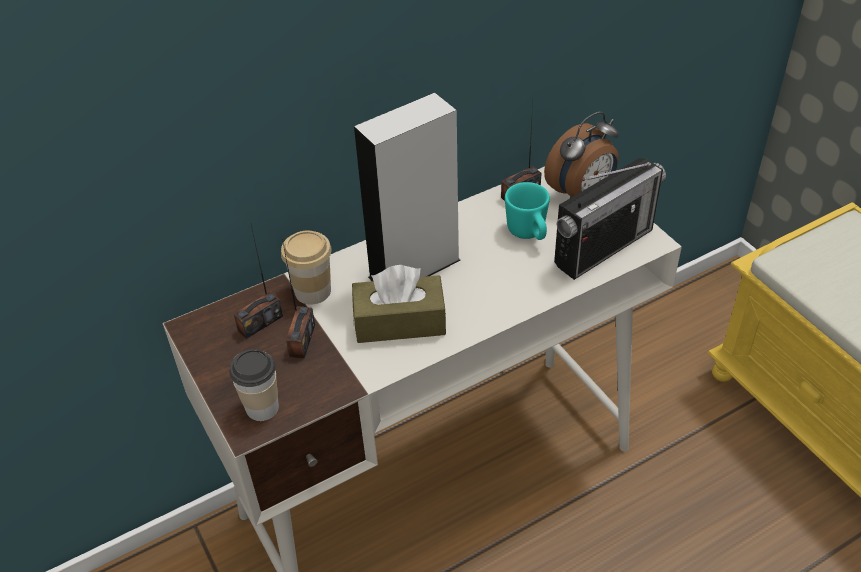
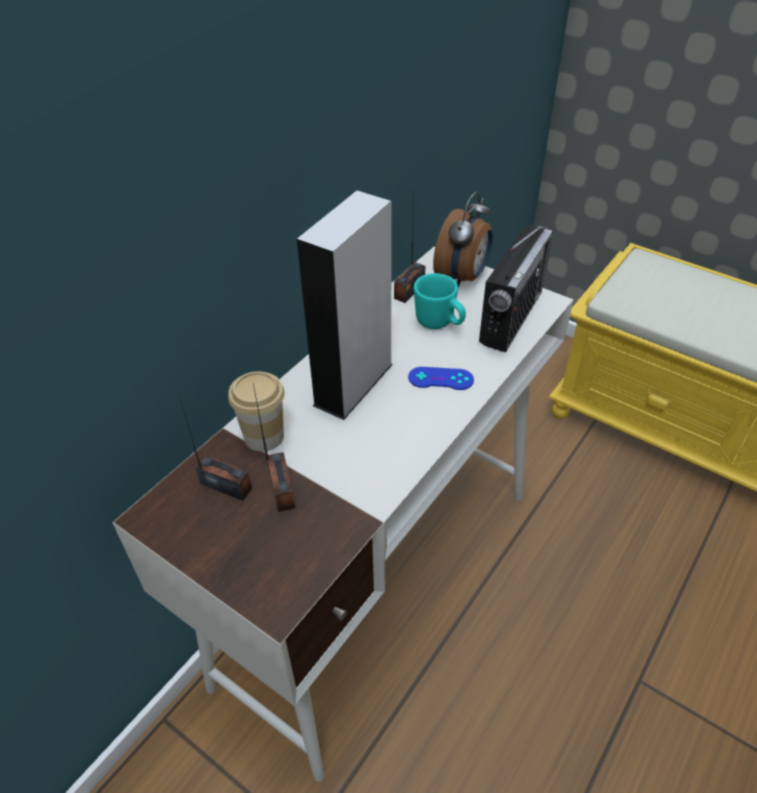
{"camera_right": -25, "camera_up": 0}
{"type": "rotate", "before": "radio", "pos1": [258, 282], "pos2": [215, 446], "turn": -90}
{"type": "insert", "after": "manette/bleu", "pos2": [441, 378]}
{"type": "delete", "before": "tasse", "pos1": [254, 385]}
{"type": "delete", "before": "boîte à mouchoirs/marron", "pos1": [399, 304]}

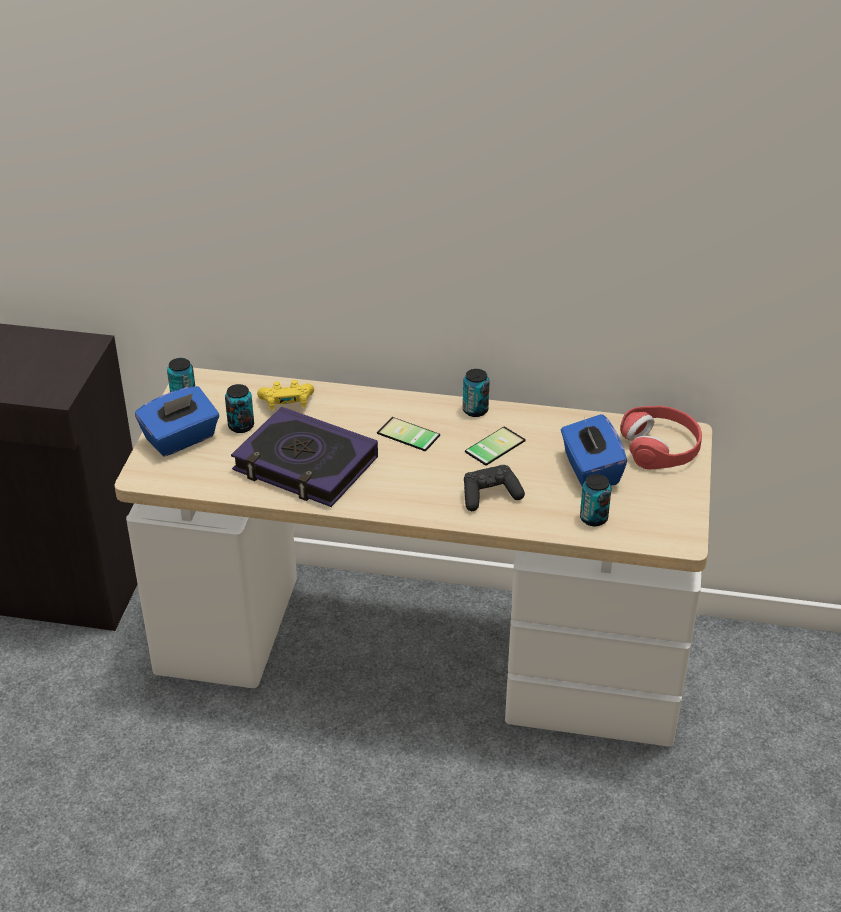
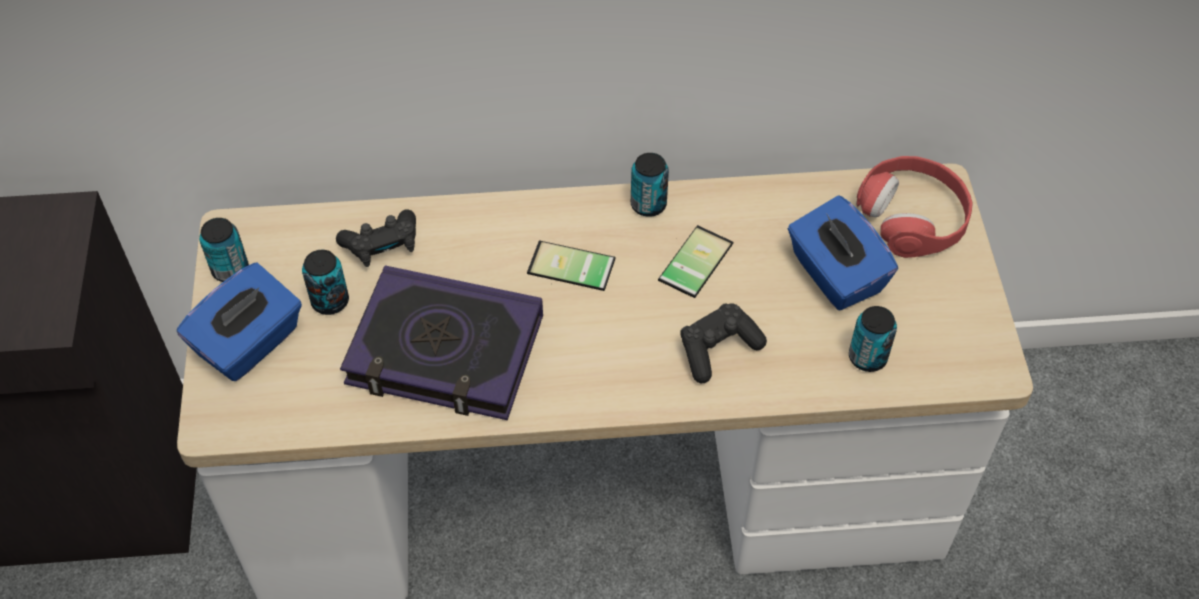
{"camera_right": -15, "camera_up": 15}
{"type": "recolor", "before": "manette/jaune", "after": "manette/noir", "pos1": [285, 395], "pos2": [376, 238]}

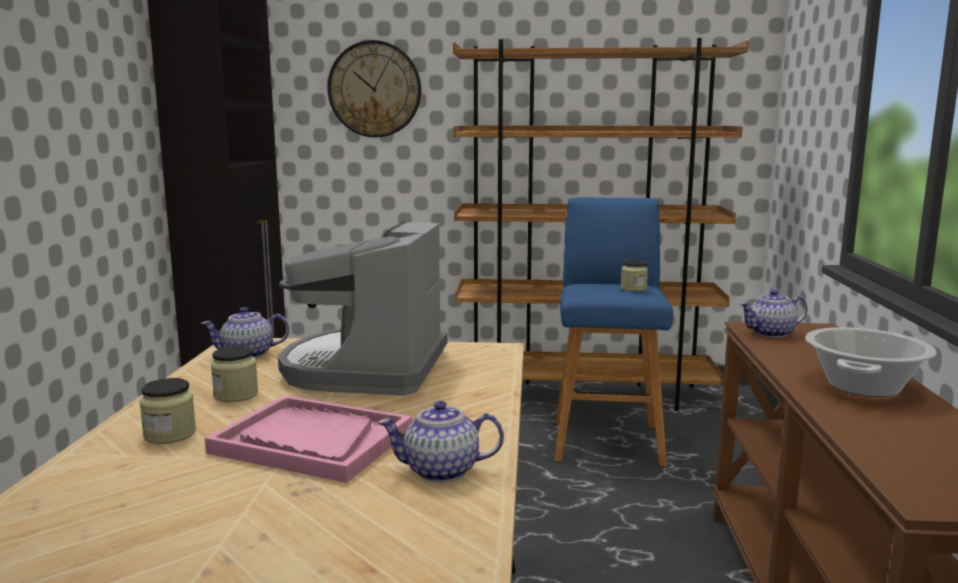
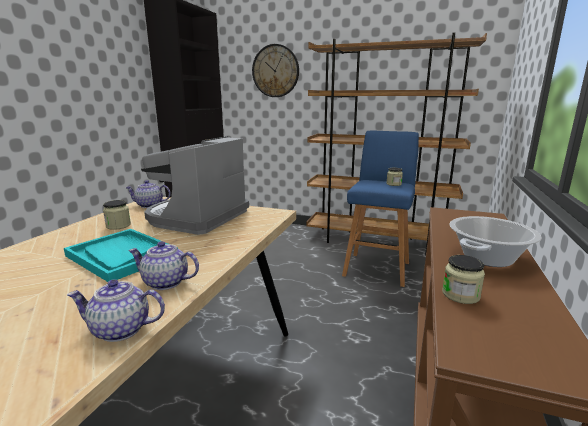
{"camera_right": 15, "camera_up": 5}
{"type": "recolor", "before": "plateau/rose", "after": "plateau/turquoise", "pos1": [308, 439], "pos2": [121, 255]}
{"type": "move", "before": "théière", "pos1": [773, 314], "pos2": [116, 310]}
{"type": "move", "before": "bocal", "pos1": [167, 411], "pos2": [463, 279]}

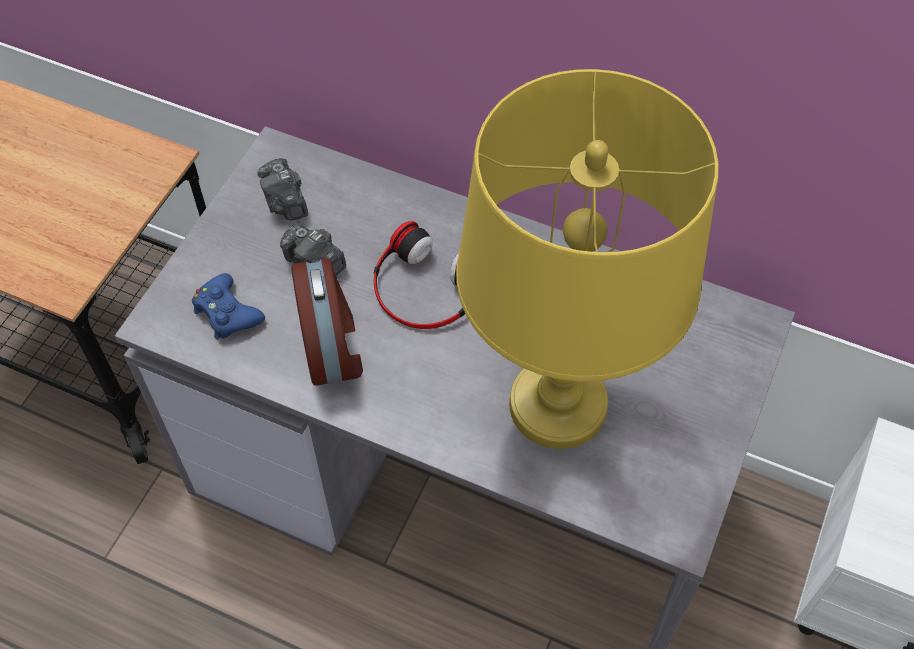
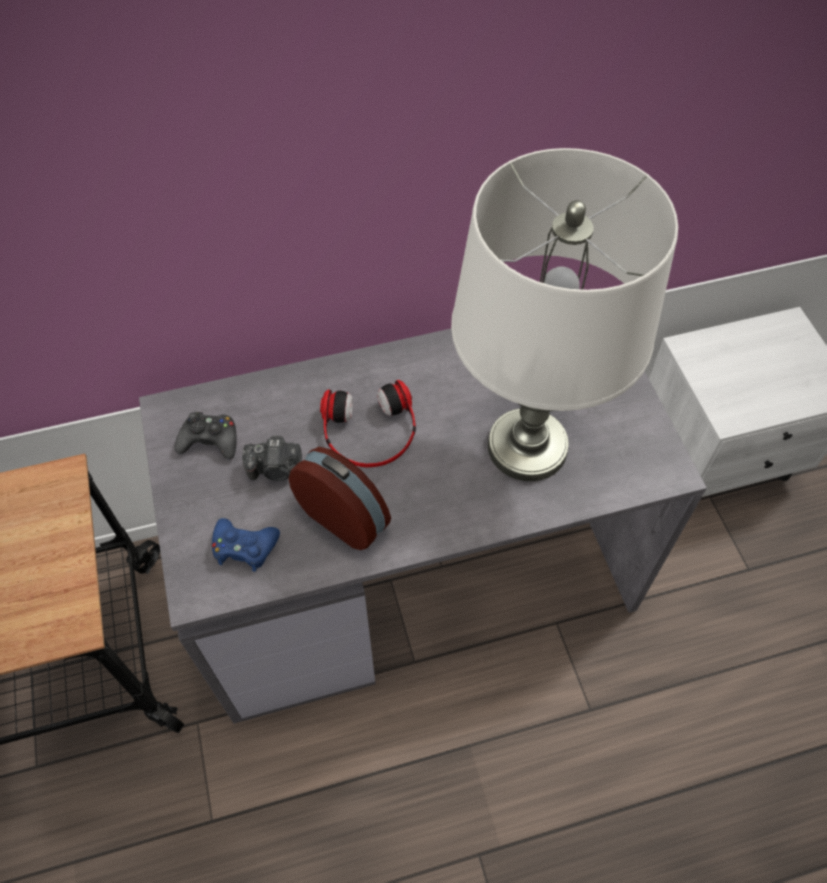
{"camera_right": -40, "camera_up": 0}
{"type": "replace", "before": "appareil photo", "after": "manette/noir", "pos1": [282, 189], "pos2": [206, 436]}
{"type": "recolor", "before": "lampe de table/jaune", "after": "lampe de table/blanc", "pos1": [587, 259], "pos2": [564, 314]}

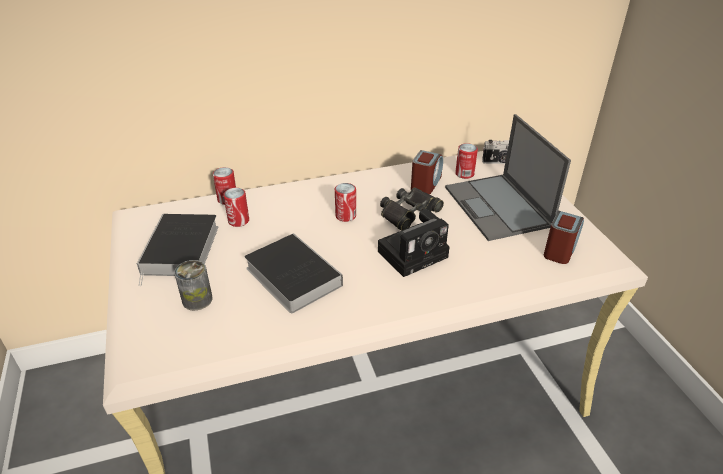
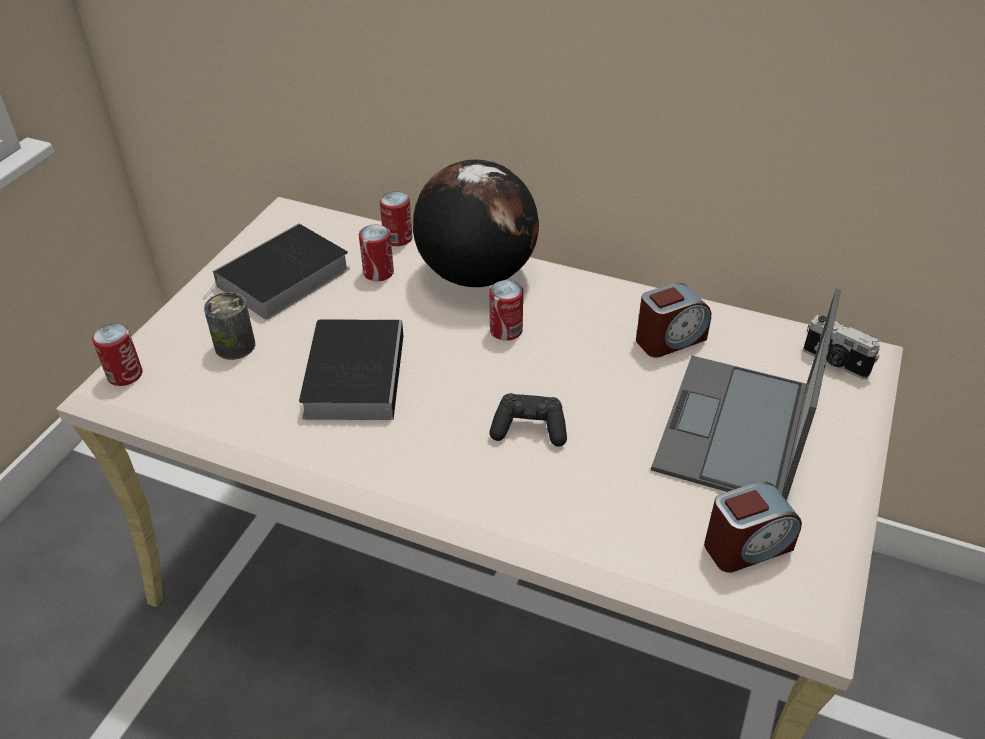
{"camera_right": 40, "camera_up": 5}
{"type": "move", "before": "boîte métallique", "pos1": [466, 161], "pos2": [117, 354]}
{"type": "insert", "after": "globe", "pos2": [476, 223]}
{"type": "replace", "before": "appareil photo", "after": "manette/noir", "pos1": [414, 243], "pos2": [528, 420]}
{"type": "delete", "before": "jumelles/noir", "pos1": [412, 209]}

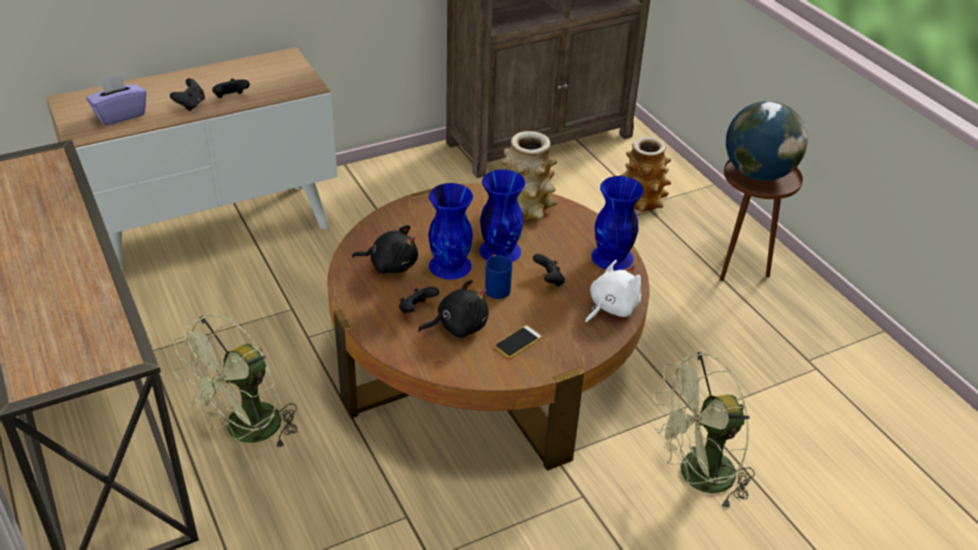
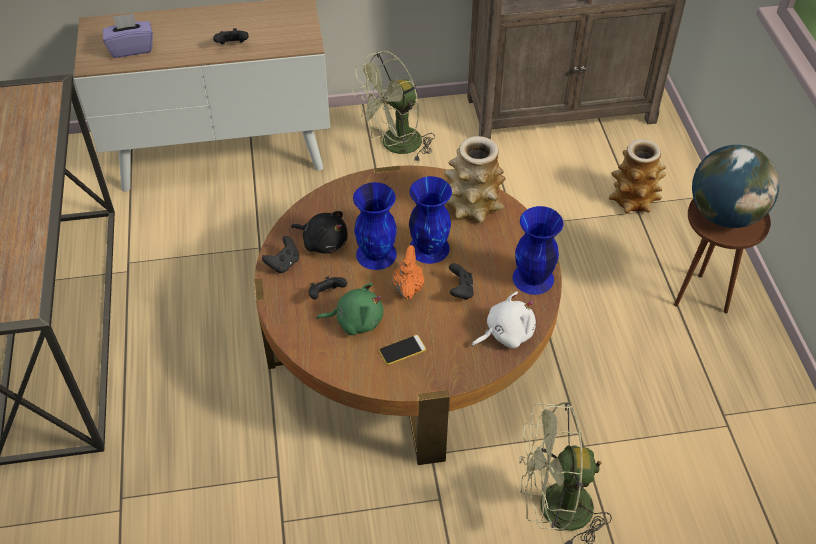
{"camera_right": 20, "camera_up": 10}
{"type": "move", "before": "manette/noir", "pos1": [187, 94], "pos2": [280, 254]}
{"type": "recolor", "before": "peluche/noir", "after": "peluche/vert", "pos1": [453, 308], "pos2": [350, 309]}
{"type": "move", "before": "ventilateur/vert", "pos1": [235, 381], "pos2": [393, 106]}
{"type": "replace", "before": "mug/bleu", "after": "théière/orange", "pos1": [498, 276], "pos2": [408, 272]}

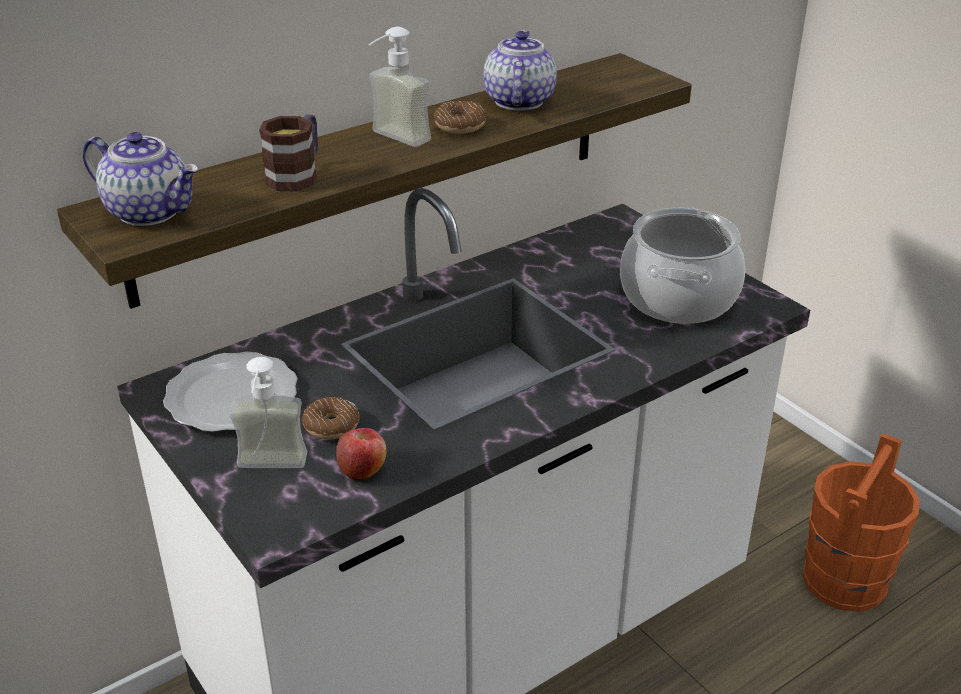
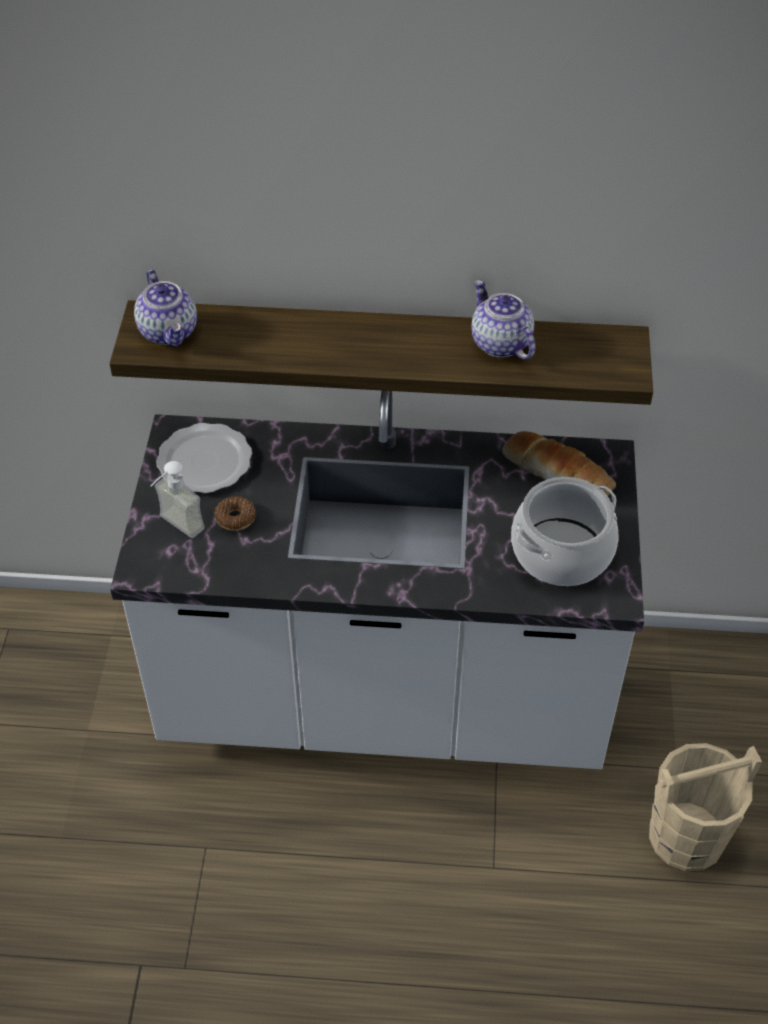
{"camera_right": 40, "camera_up": 15}
{"type": "rotate", "before": "théière", "pos1": [520, 70], "pos2": [503, 320], "turn": -75}
{"type": "insert", "after": "pain", "pos2": [559, 463]}
{"type": "recolor", "before": "seau/orange", "after": "seau/beige", "pos1": [861, 522], "pos2": [705, 807]}
{"type": "delete", "before": "mug", "pos1": [288, 153]}
{"type": "delete", "before": "pomme", "pos1": [361, 454]}
{"type": "delete", "before": "distributeur de savon", "pos1": [399, 87]}
{"type": "delete", "before": "beignet", "pos1": [460, 117]}

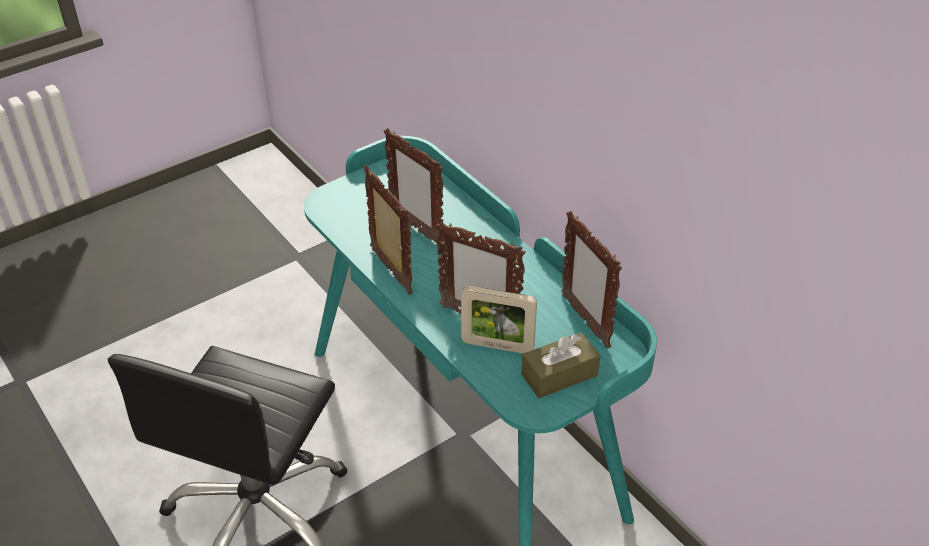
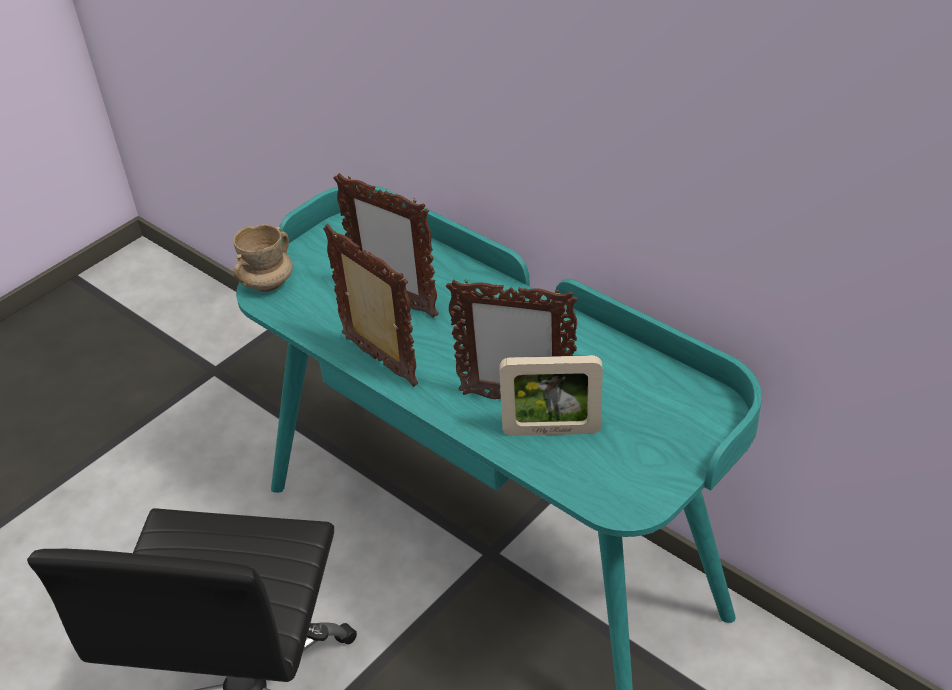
{"camera_right": -10, "camera_up": 0}
{"type": "insert", "after": "mug/beige", "pos2": [263, 258]}
{"type": "delete", "before": "boîte à mouchoirs/marron", "pos1": [560, 365]}
{"type": "delete", "before": "cadre photo", "pos1": [591, 279]}

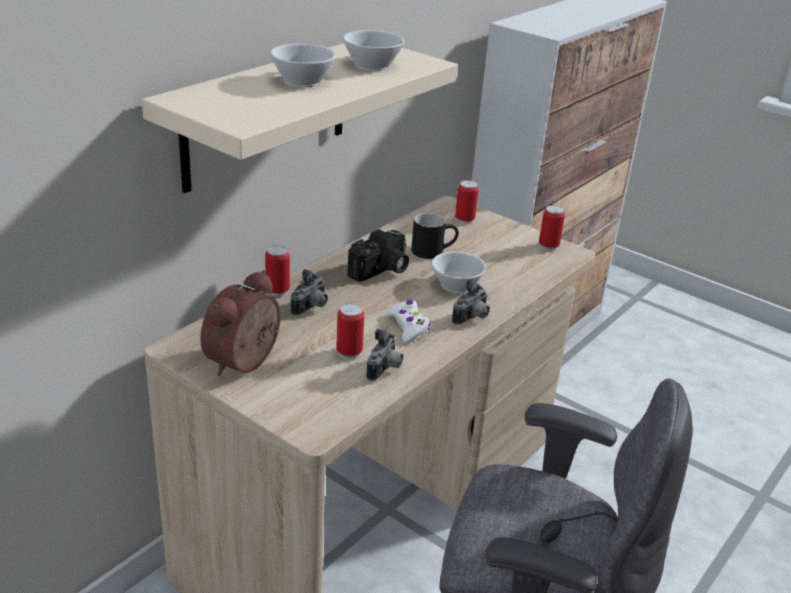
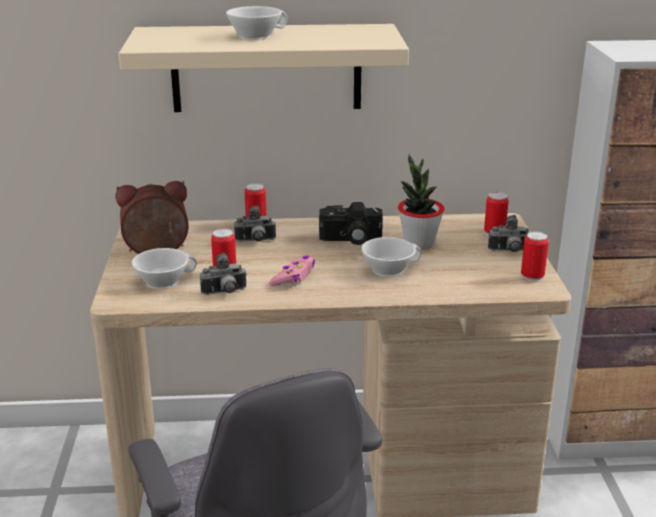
{"camera_right": 50, "camera_up": -5}
{"type": "move", "before": "tasse/blanc", "pos1": [373, 50], "pos2": [164, 268]}
{"type": "recolor", "before": "manette/blanc", "after": "manette/rose", "pos1": [408, 321], "pos2": [292, 271]}
{"type": "replace", "before": "mug/noir", "after": "plante en pot", "pos1": [435, 236], "pos2": [421, 201]}
{"type": "move", "before": "appareil photo", "pos1": [471, 302], "pos2": [508, 233]}

